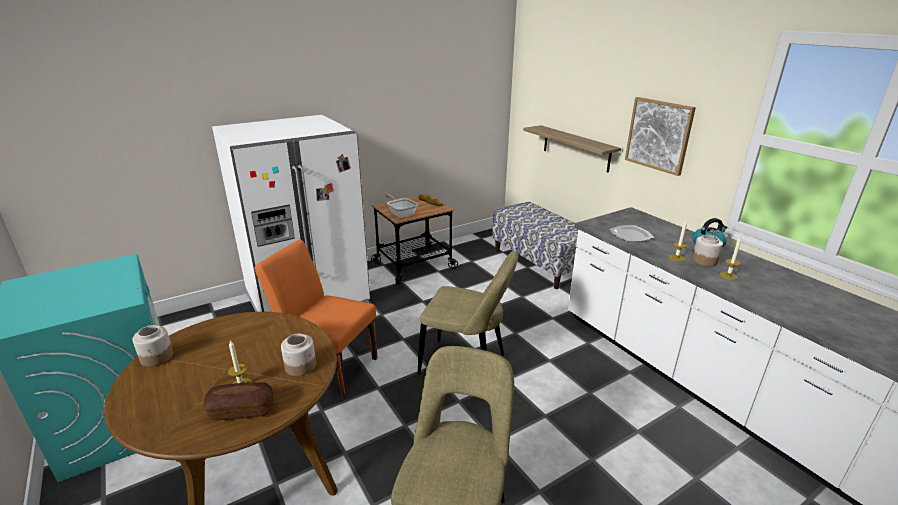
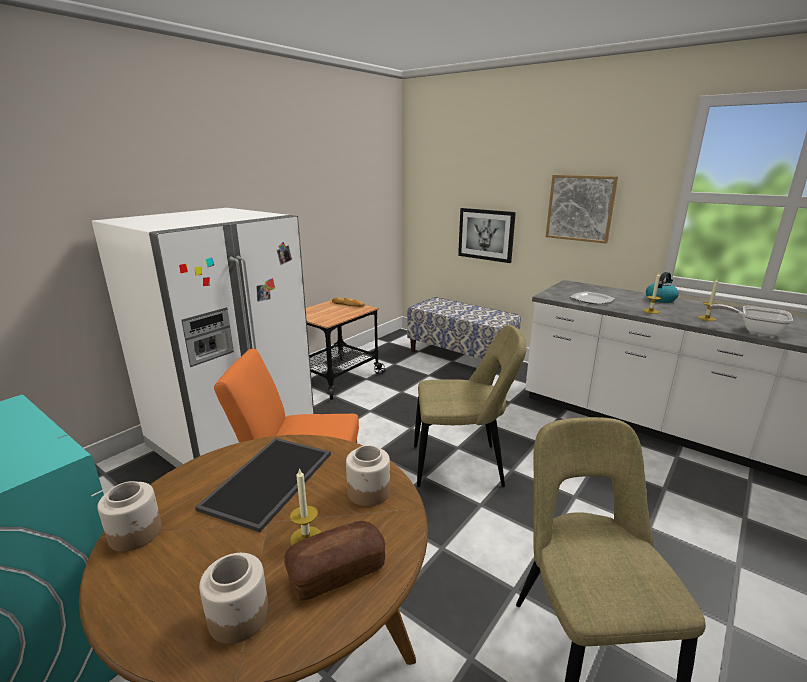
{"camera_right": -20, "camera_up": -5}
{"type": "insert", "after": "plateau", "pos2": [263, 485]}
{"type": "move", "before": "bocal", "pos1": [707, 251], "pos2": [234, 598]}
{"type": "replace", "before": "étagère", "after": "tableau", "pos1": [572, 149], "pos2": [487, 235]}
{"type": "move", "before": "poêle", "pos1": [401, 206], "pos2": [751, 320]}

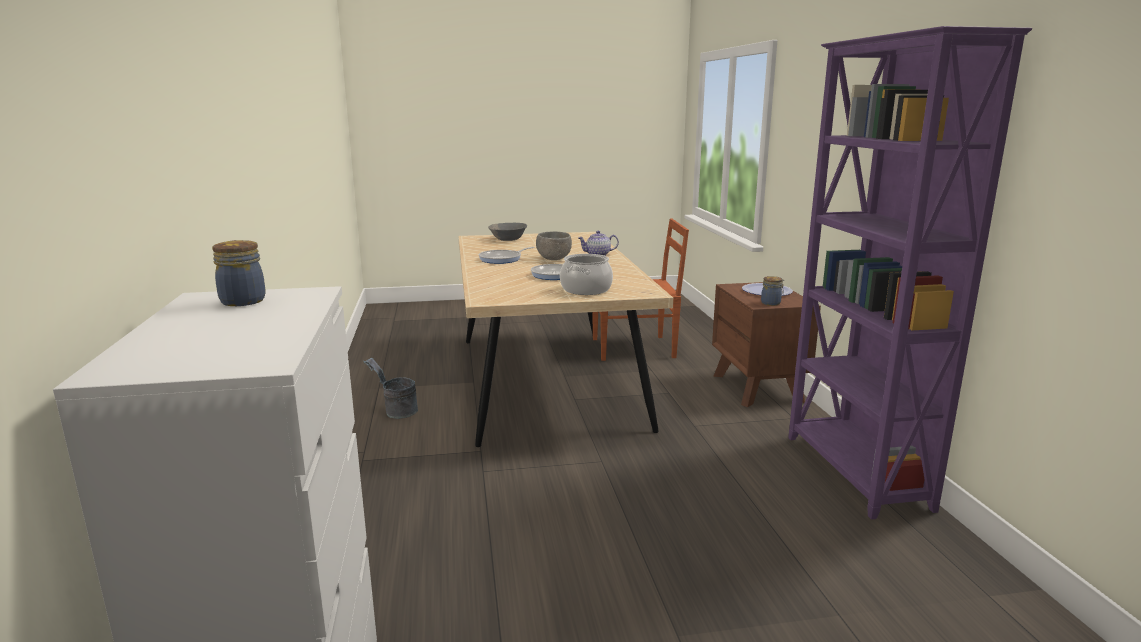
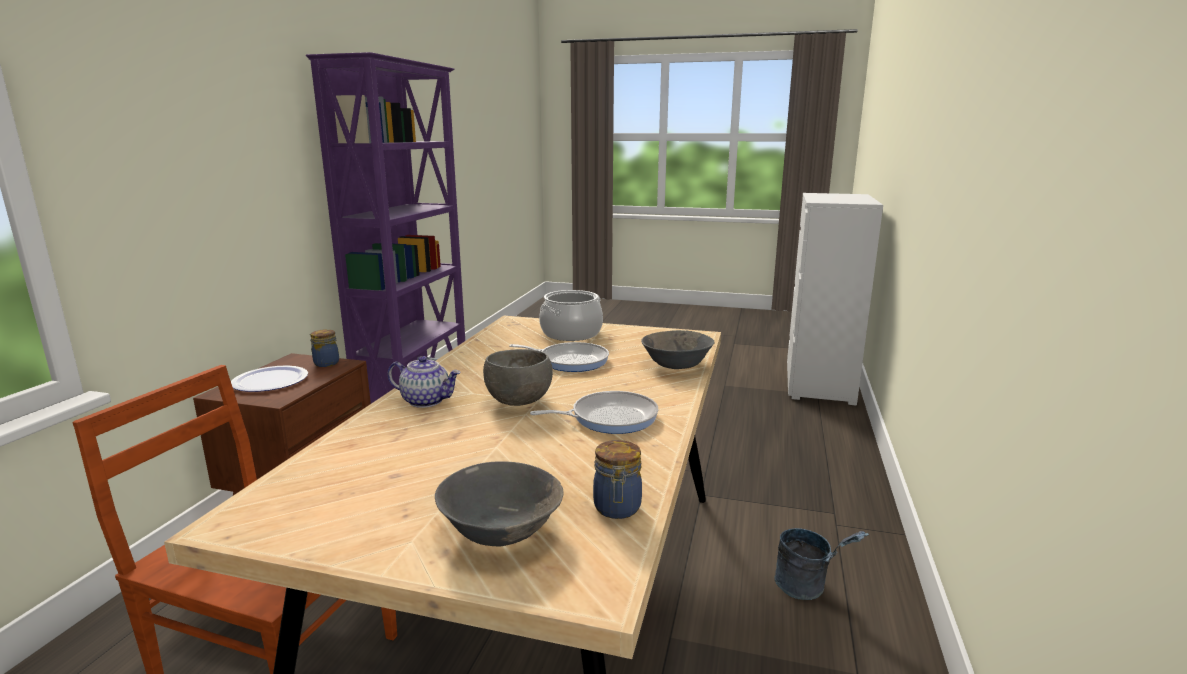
{"camera_right": -155, "camera_up": 0}
{"type": "move", "before": "bocal", "pos1": [239, 273], "pos2": [617, 479]}
{"type": "insert", "after": "bol/gris", "pos2": [678, 349]}

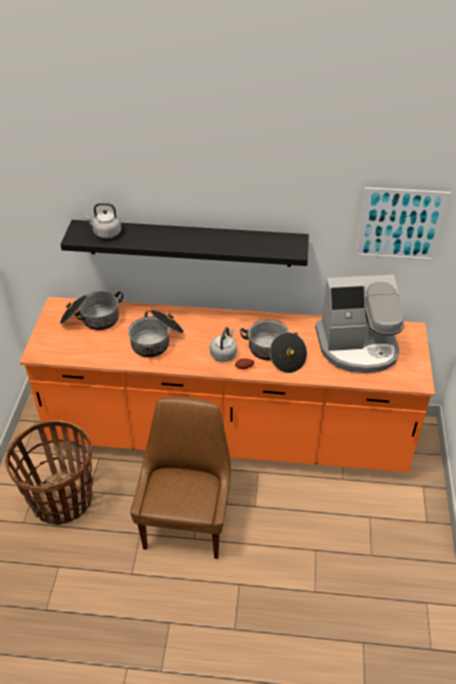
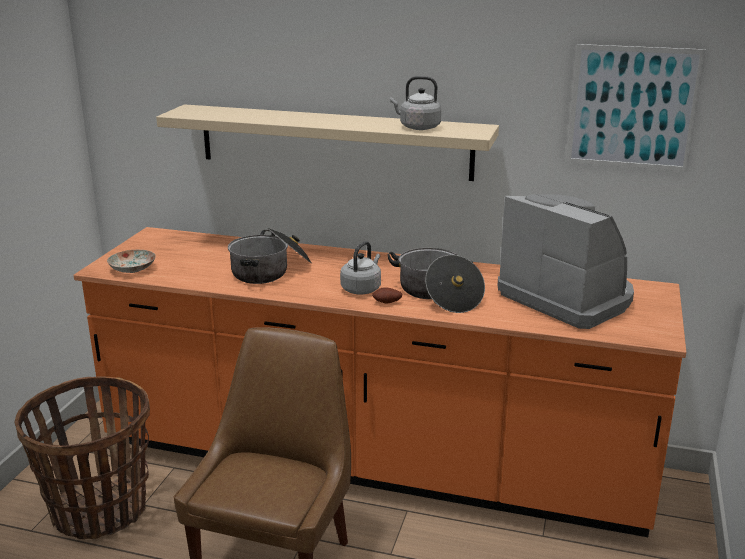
{"camera_right": 10, "camera_up": -20}
{"type": "insert", "after": "assiette", "pos2": [131, 261]}
{"type": "recolor", "before": "étagère/noir", "after": "étagère/beige", "pos1": [184, 243], "pos2": [327, 142]}
{"type": "move", "before": "bouilloire/gris", "pos1": [102, 221], "pos2": [415, 103]}
{"type": "rotate", "before": "machine à café", "pos1": [359, 324], "pos2": [566, 261], "turn": -135}
{"type": "delete", "before": "marmite", "pos1": [91, 310]}

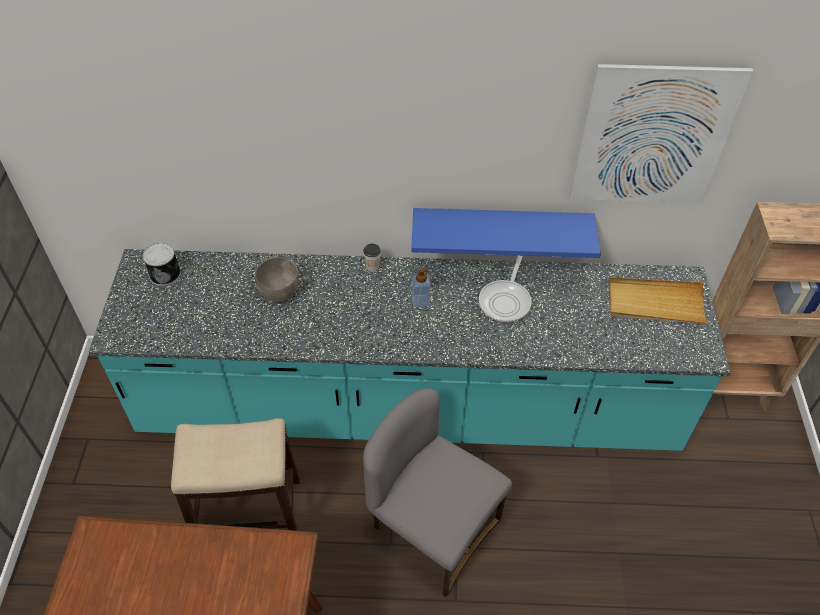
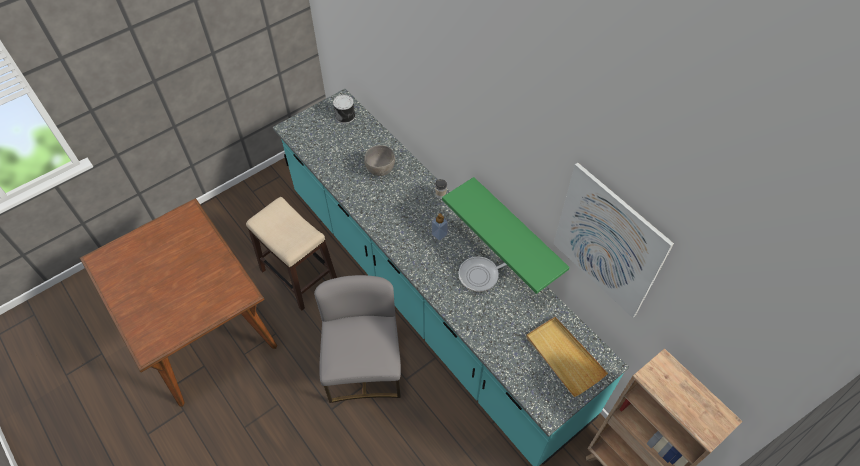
{"camera_right": 50, "camera_up": 5}
{"type": "recolor", "before": "étagère/bleu", "after": "étagère/vert", "pos1": [506, 233], "pos2": [505, 235]}

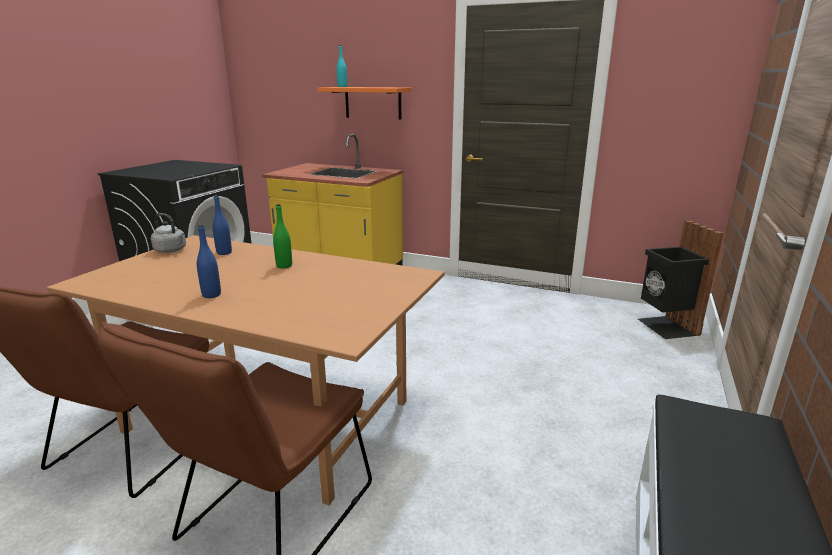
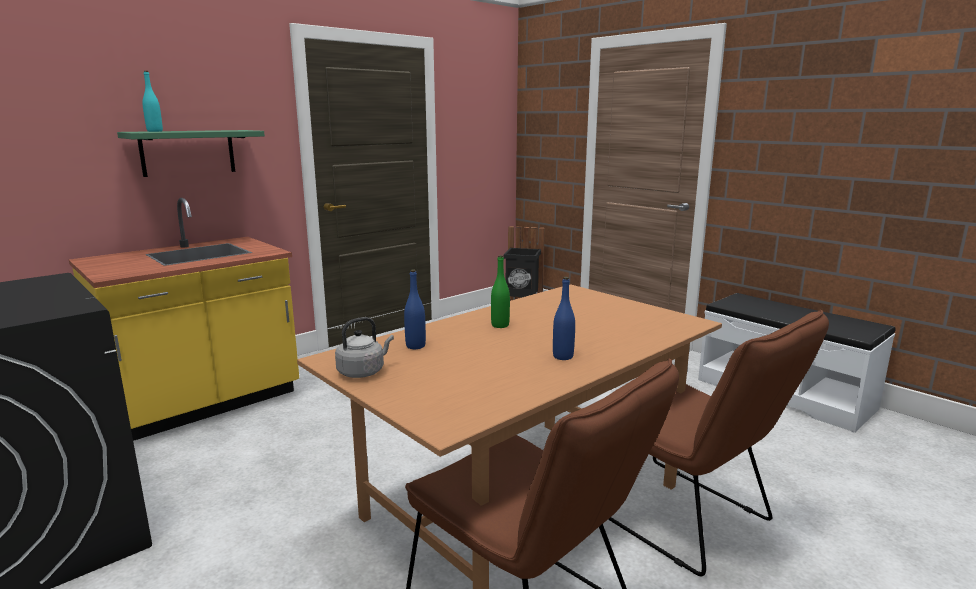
{"camera_right": -65, "camera_up": -5}
{"type": "recolor", "before": "étagère/orange", "after": "étagère/vert", "pos1": [365, 103], "pos2": [191, 153]}

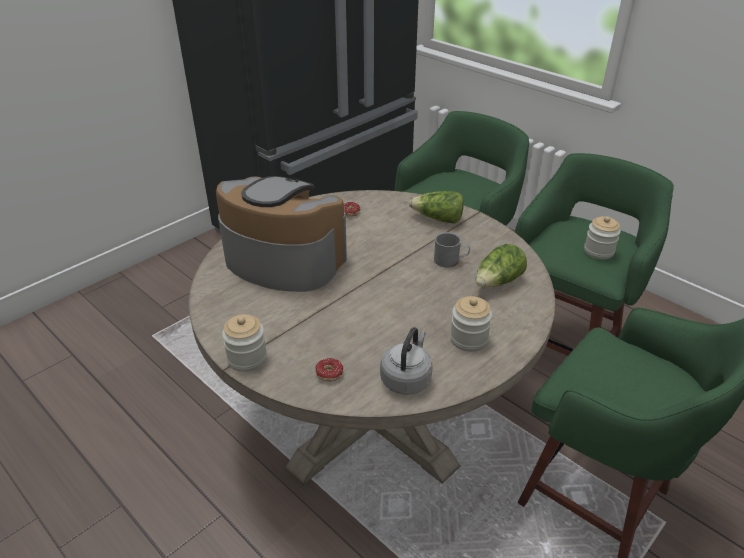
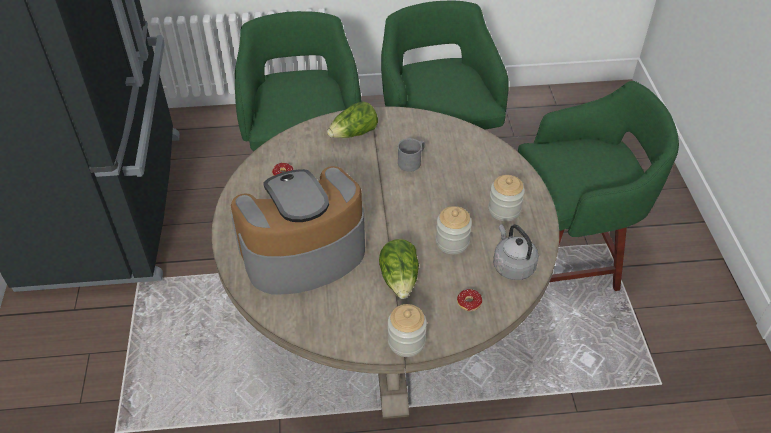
{"camera_right": -50, "camera_up": 10}
{"type": "move", "before": "laitue", "pos1": [501, 265], "pos2": [399, 269]}
{"type": "move", "before": "bocal", "pos1": [602, 237], "pos2": [454, 230]}

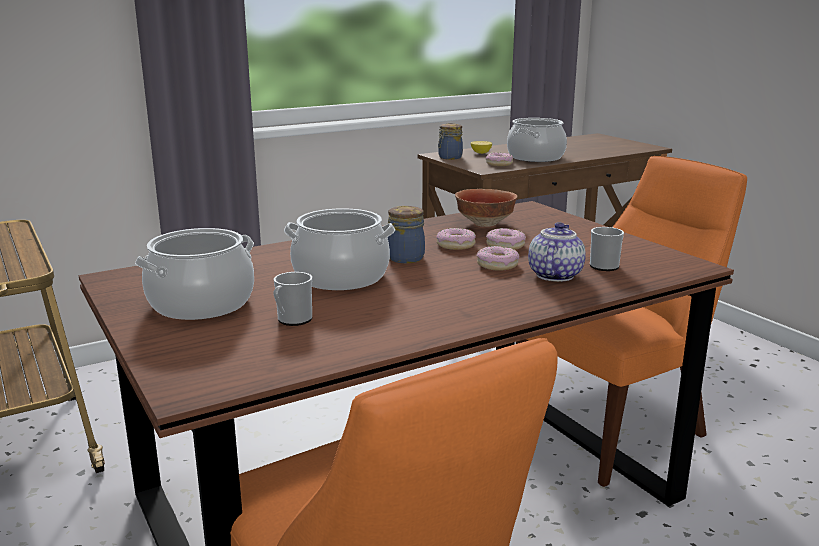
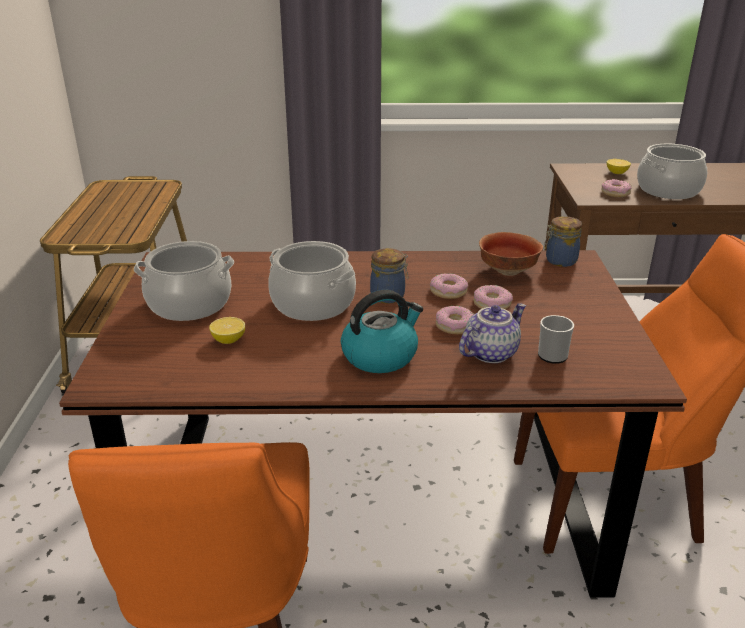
{"camera_right": 30, "camera_up": 10}
{"type": "replace", "before": "mug", "after": "citron", "pos1": [292, 299], "pos2": [227, 330]}
{"type": "insert", "after": "bouilloire", "pos2": [382, 331]}
{"type": "move", "before": "bocal", "pos1": [450, 141], "pos2": [563, 241]}

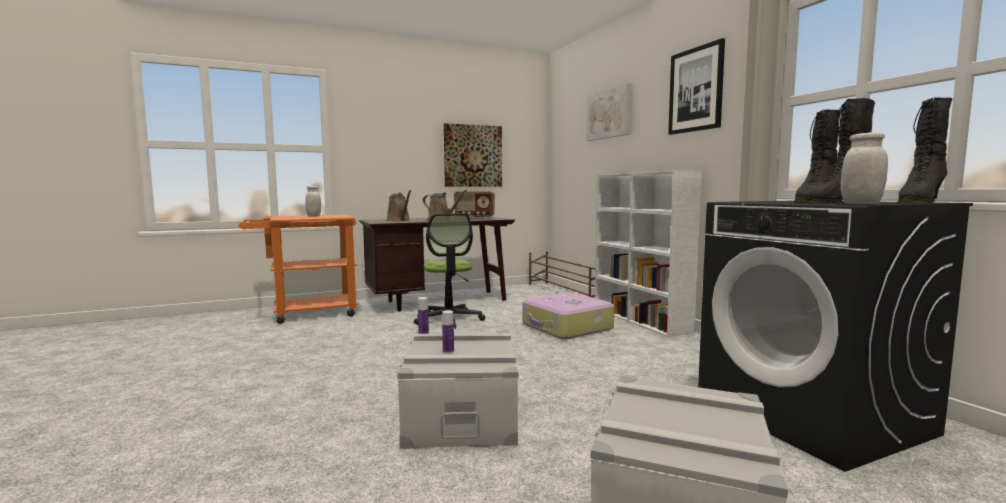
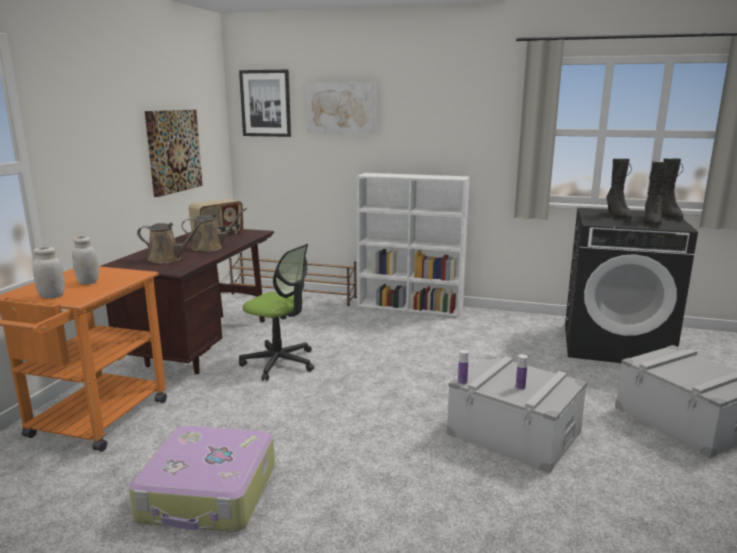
{"camera_right": -50, "camera_up": 10}
{"type": "move", "before": "bocal/blanc", "pos1": [864, 168], "pos2": [49, 273]}
{"type": "move", "before": "valise", "pos1": [568, 315], "pos2": [202, 479]}
{"type": "move", "before": "tableau", "pos1": [696, 86], "pos2": [265, 103]}

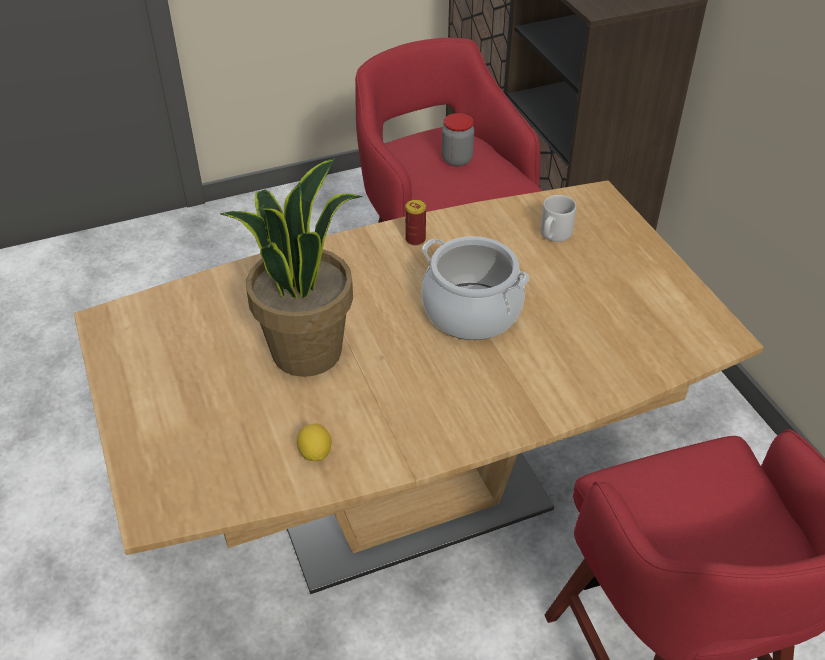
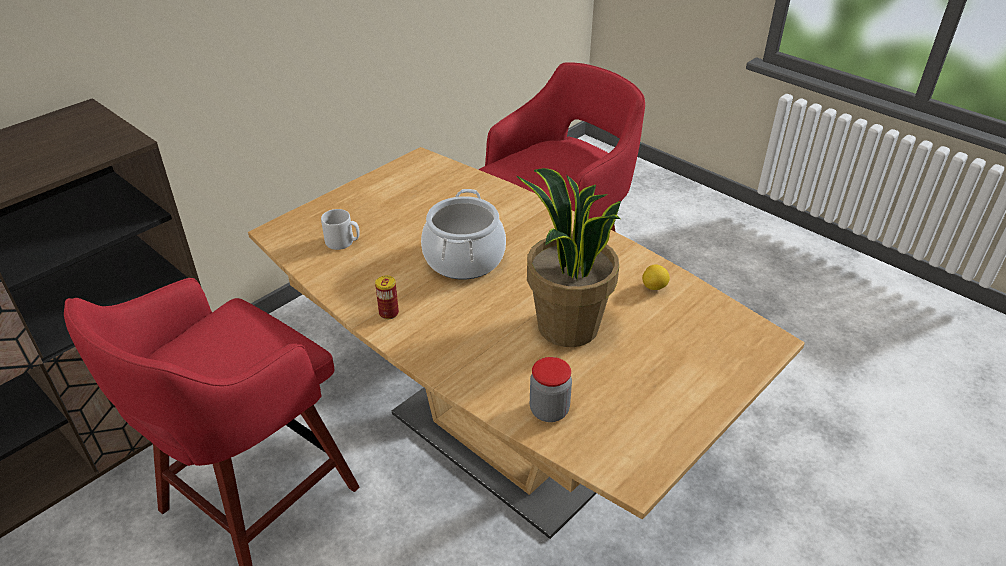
{"camera_right": -115, "camera_up": -5}
{"type": "move", "before": "bocal", "pos1": [458, 140], "pos2": [551, 389]}

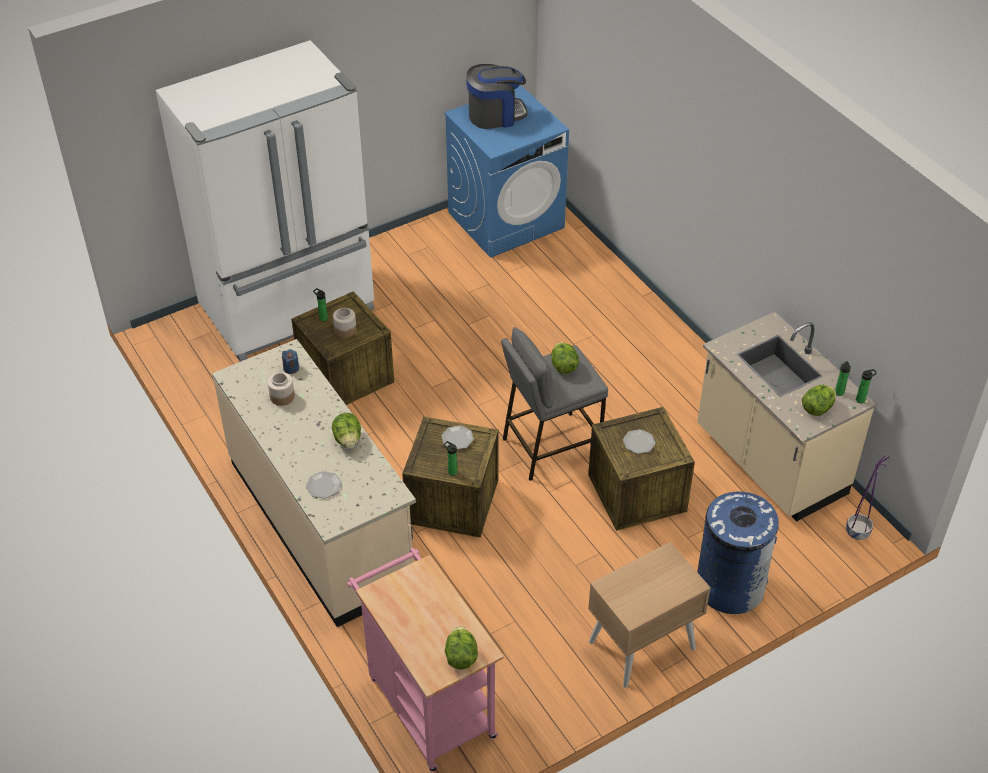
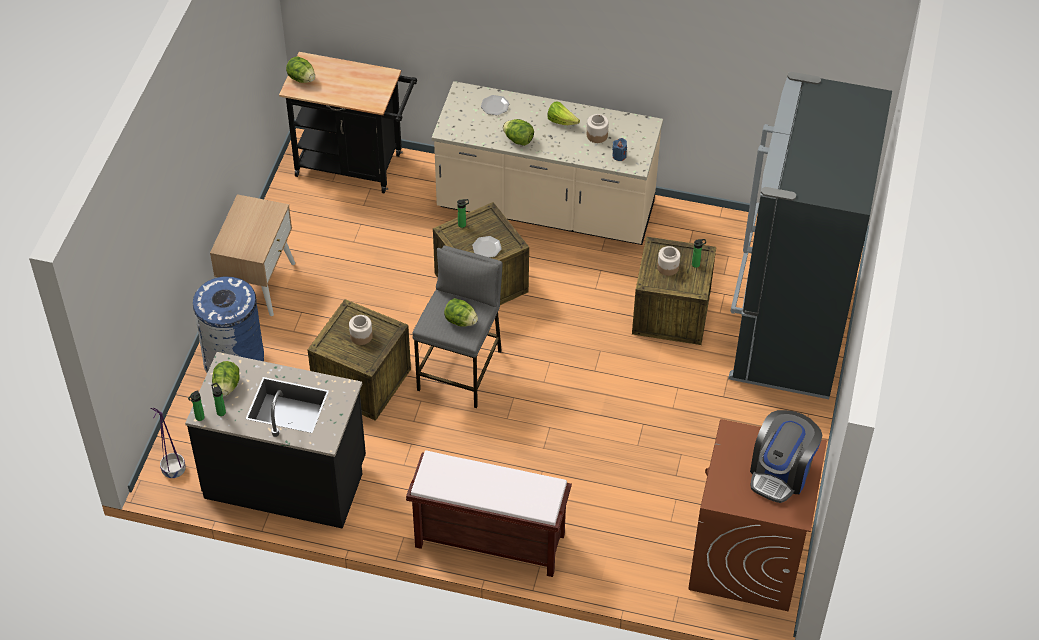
{"camera_right": 135, "camera_up": 5}
{"type": "recolor", "before": "comptoir de cuisine/beige", "after": "comptoir de cuisine/noir", "pos1": [786, 416], "pos2": [275, 440]}
{"type": "recolor", "before": "chariot/rose", "after": "chariot/noir", "pos1": [425, 660], "pos2": [348, 122]}
{"type": "replace", "before": "assiette", "after": "bocal", "pos1": [639, 441], "pos2": [361, 330]}
{"type": "insert", "after": "banc/marron", "pos2": [489, 513]}
{"type": "insert", "after": "laitue", "pos2": [564, 113]}
{"type": "recolor", "before": "lave-linge/bleu", "after": "lave-linge/marron", "pos1": [506, 171], "pos2": [757, 515]}
{"type": "recolor", "before": "réfrigérateur/blanc", "after": "réfrigérateur/noir", "pos1": [265, 201], "pos2": [810, 235]}

